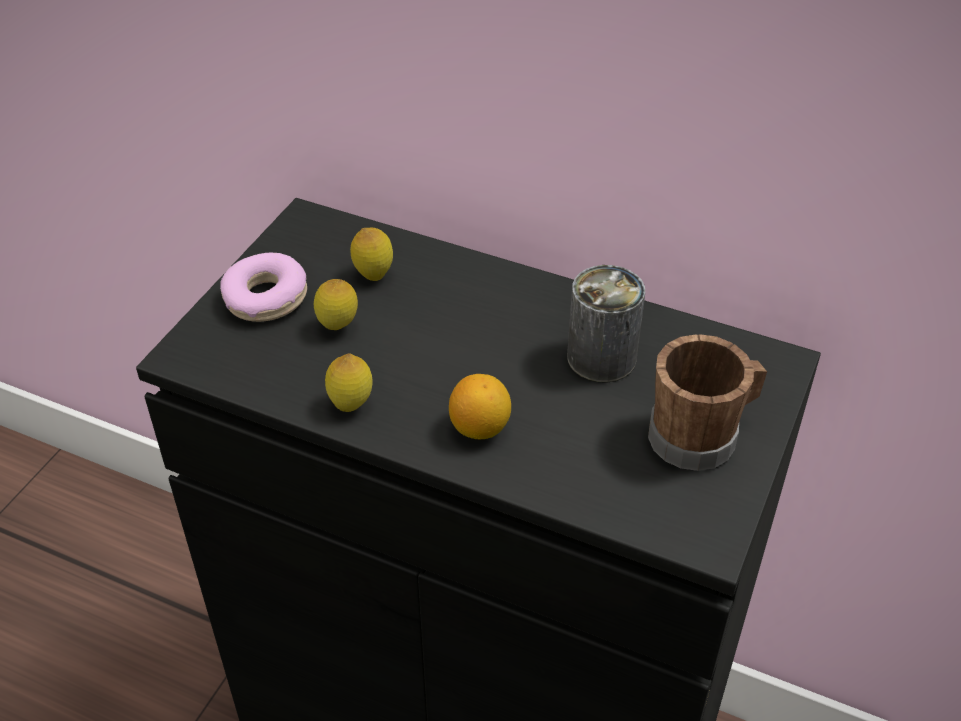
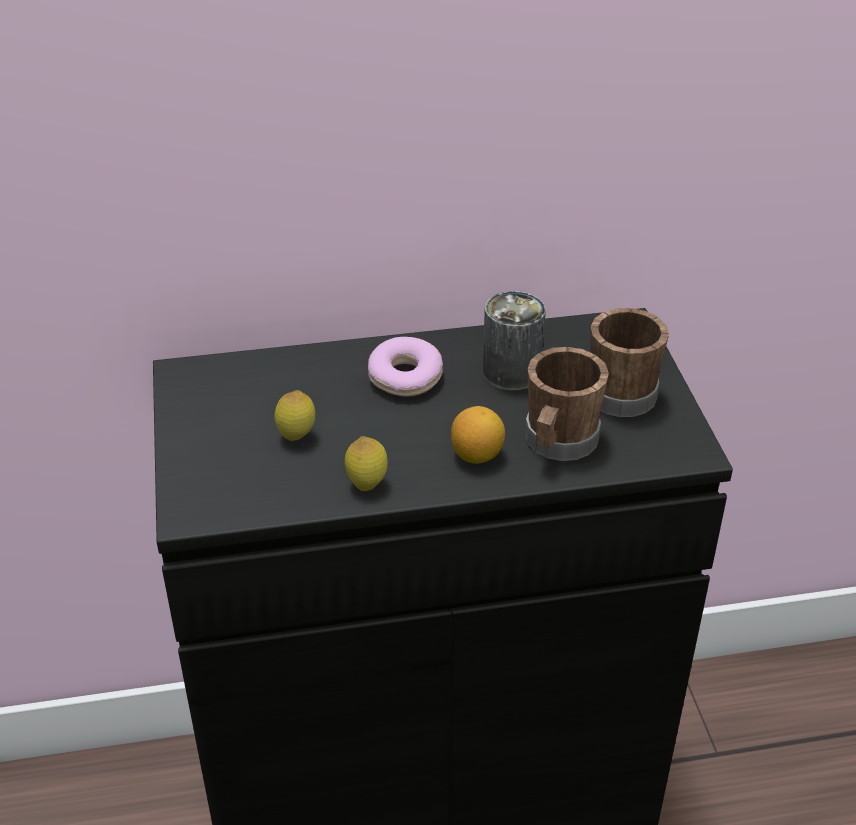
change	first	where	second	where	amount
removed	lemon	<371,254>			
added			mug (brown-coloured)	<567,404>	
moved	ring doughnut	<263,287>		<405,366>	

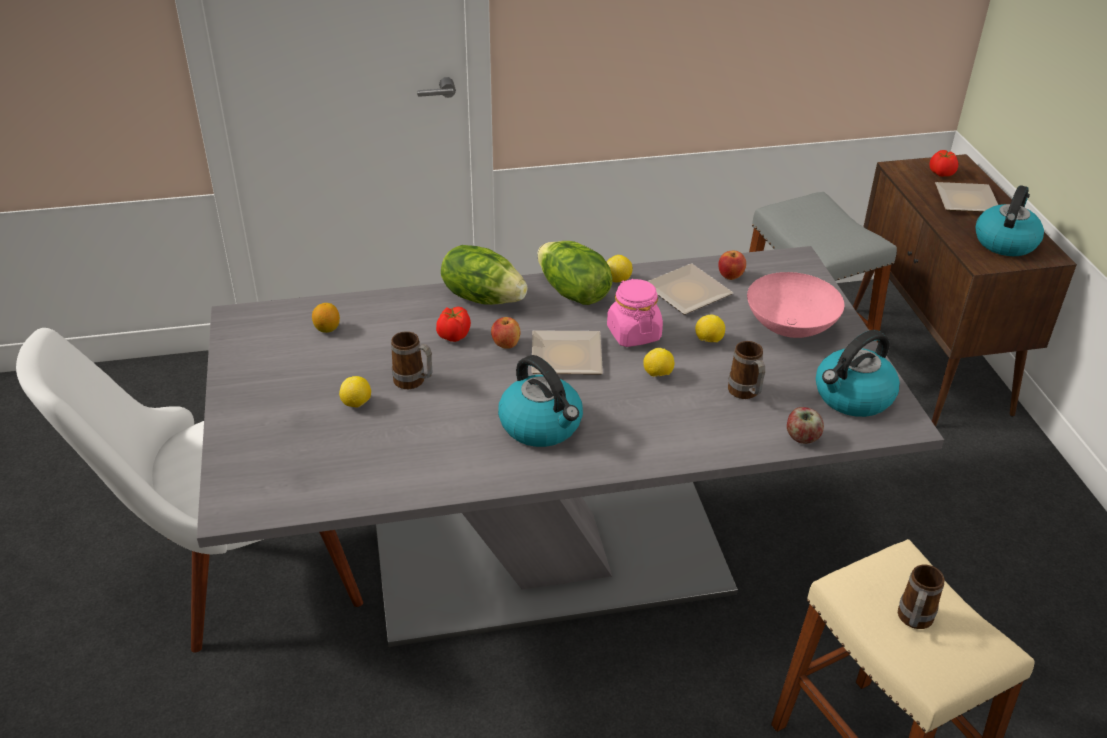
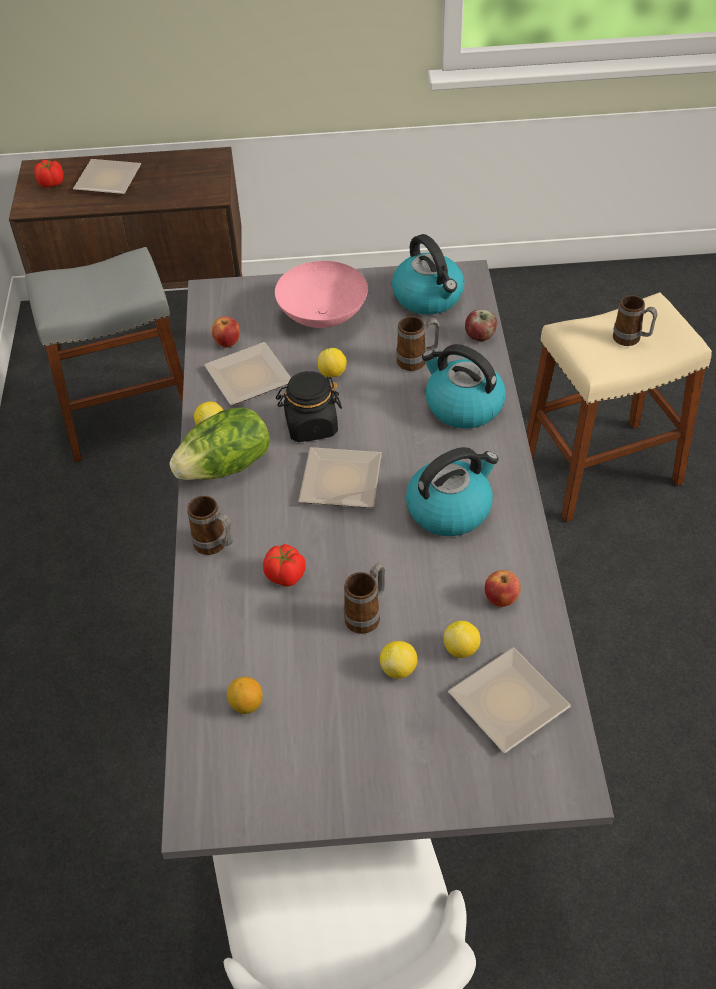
change	first	where	second	where	amount
added			dinner plate	<509,700>	
moved	apple fruit	<505,333>		<503,588>	
moved	lemon	<658,362>		<461,639>	
moved	water kettle	<1009,220>		<464,386>	
replaced	head of lettuce	<484,275>	mug	<210,525>	
recoloured	preserve jar (pink)	<635,313>	preserve jar (black)	<309,406>	

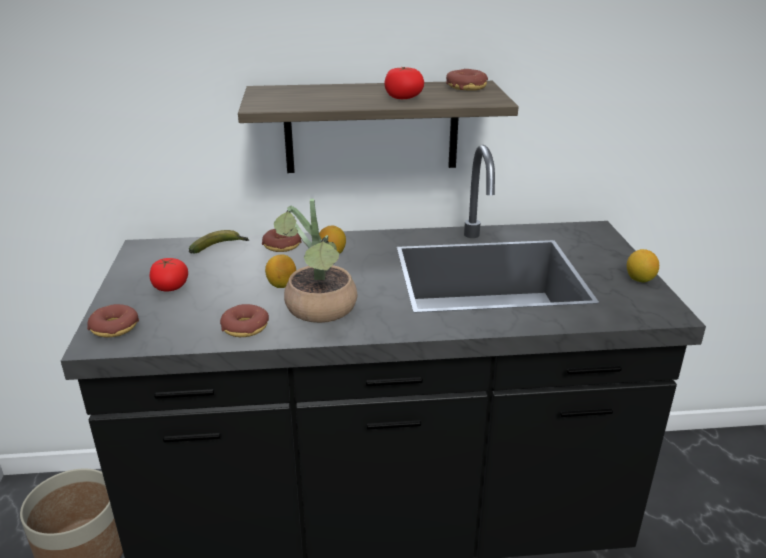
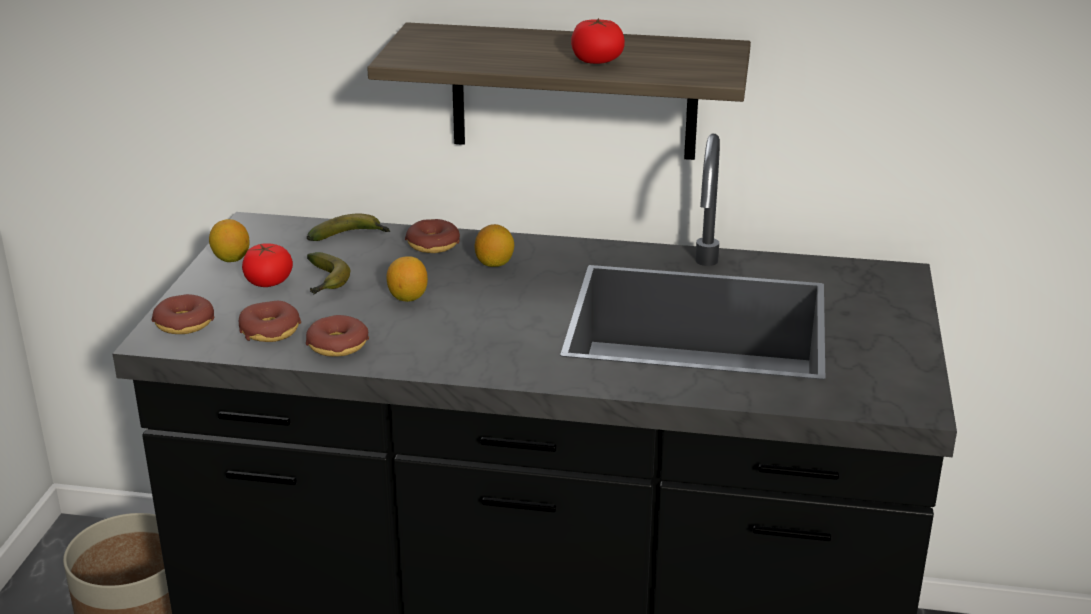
change	first	where	second	where	amount
removed	plant in a pot	<315,261>			
added			banana fruit	<328,273>	
moved	ring doughnut	<467,80>		<270,321>	
moved	lemon	<643,266>		<229,240>	

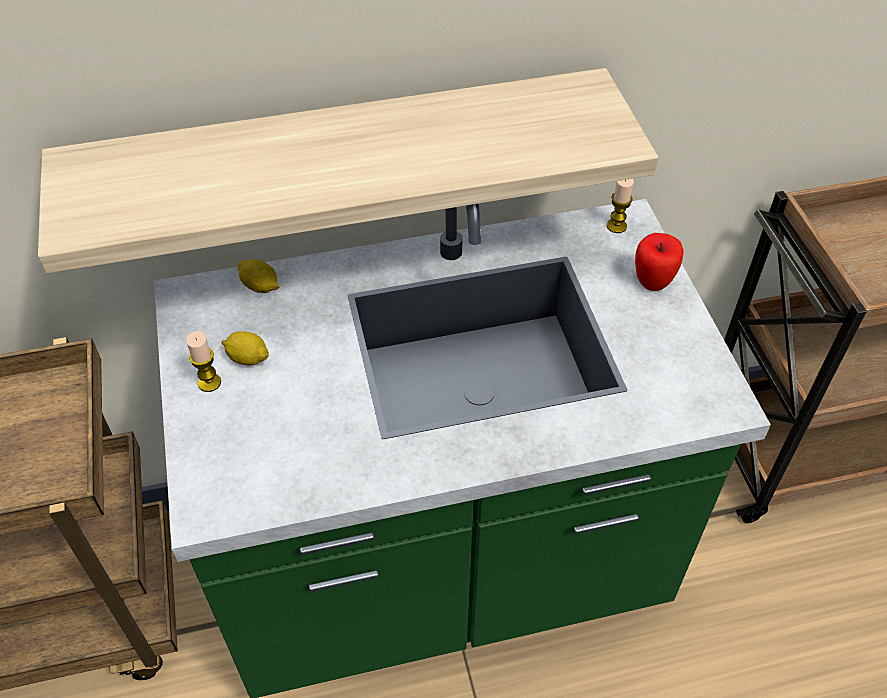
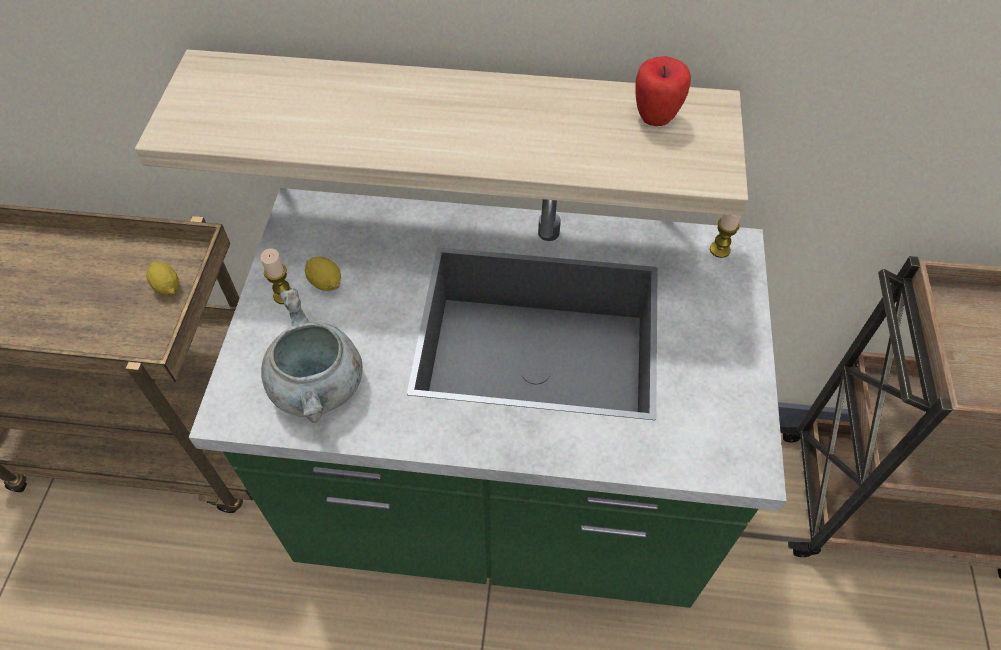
change	first	where	second	where	amount
added			stockpot (gray)	<312,356>	
moved	lemon	<258,276>		<162,278>	
moved	apple fruit	<659,262>		<663,91>	

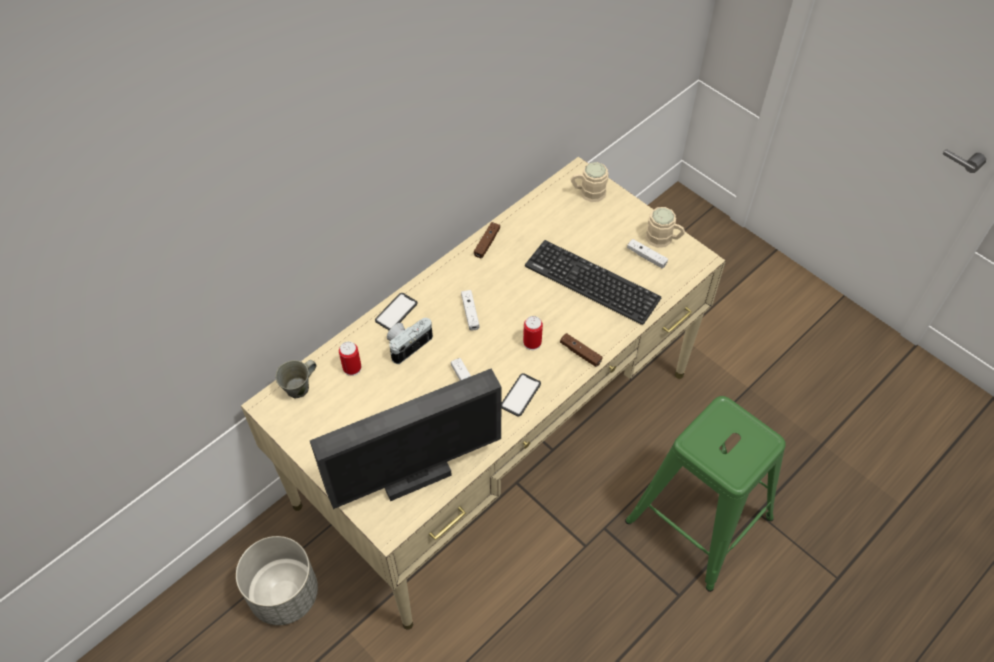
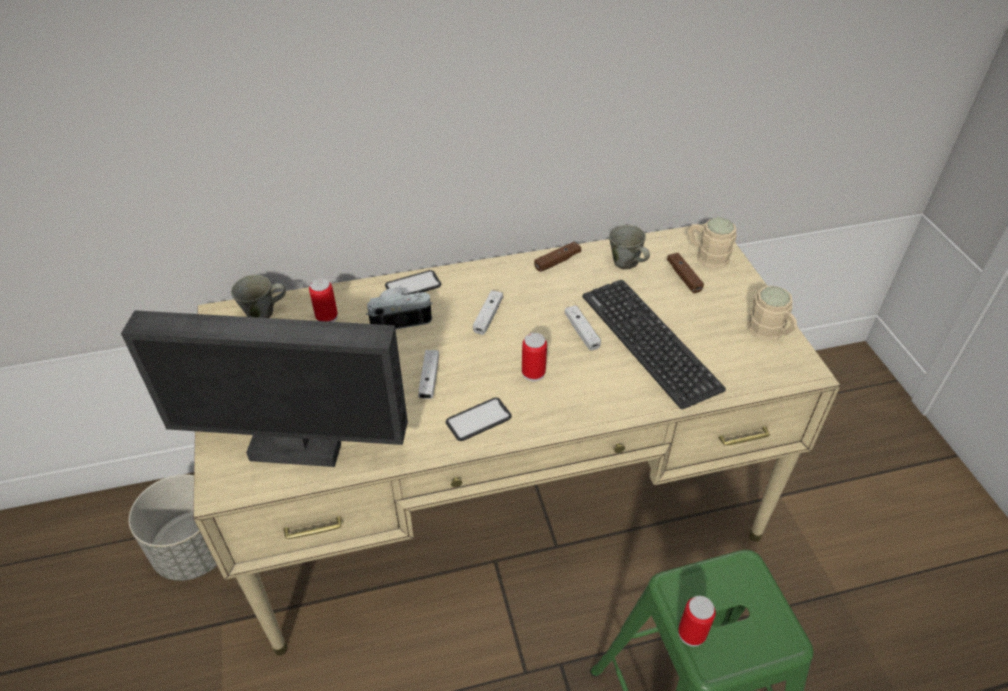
change	first	where	second	where	amount
added			mug (gray)	<629,247>	
added			sealed can	<697,621>	
moved	game controller (brown-coloured)	<581,350>		<685,273>	
moved	game controller (whitish)	<647,254>		<582,328>	

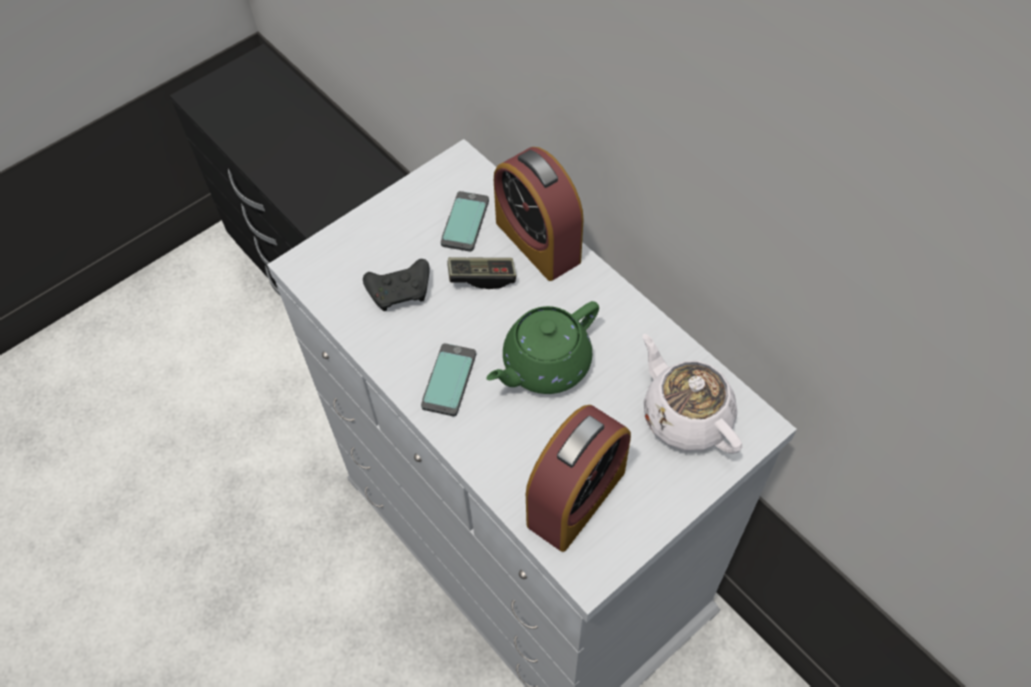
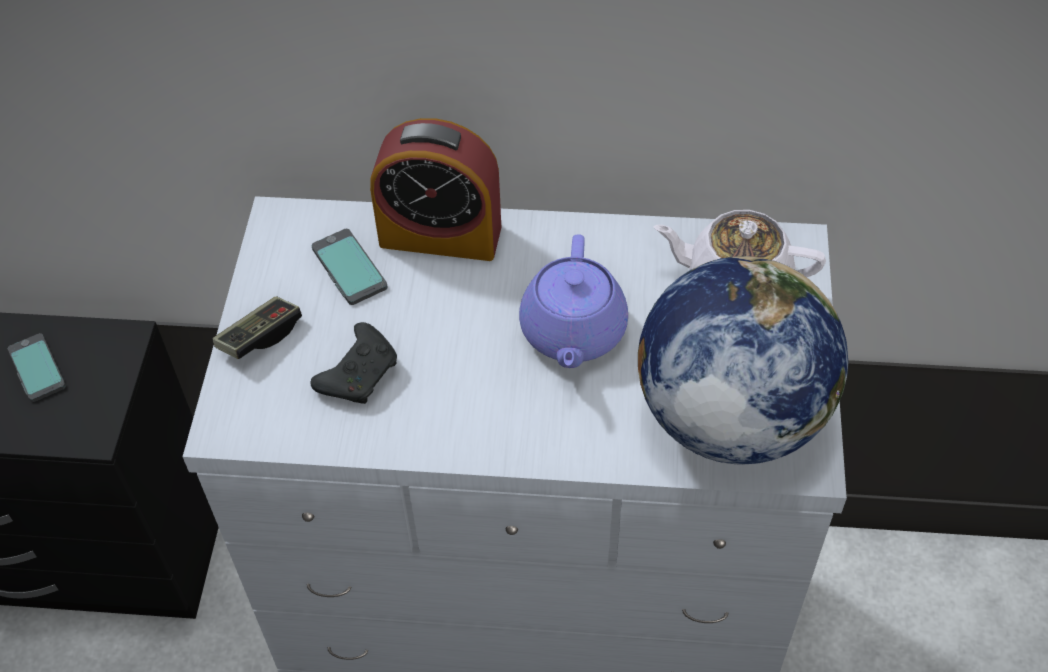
change	first	where	second	where	amount
moved	phone	<448,380>		<37,367>	
moved	game controller	<481,273>		<257,328>	
replaced	table clock	<578,478>	desk globe	<743,360>	
recoloured	pot for tea (green)	<542,347>	pot for tea (purple-coloured)	<573,301>	

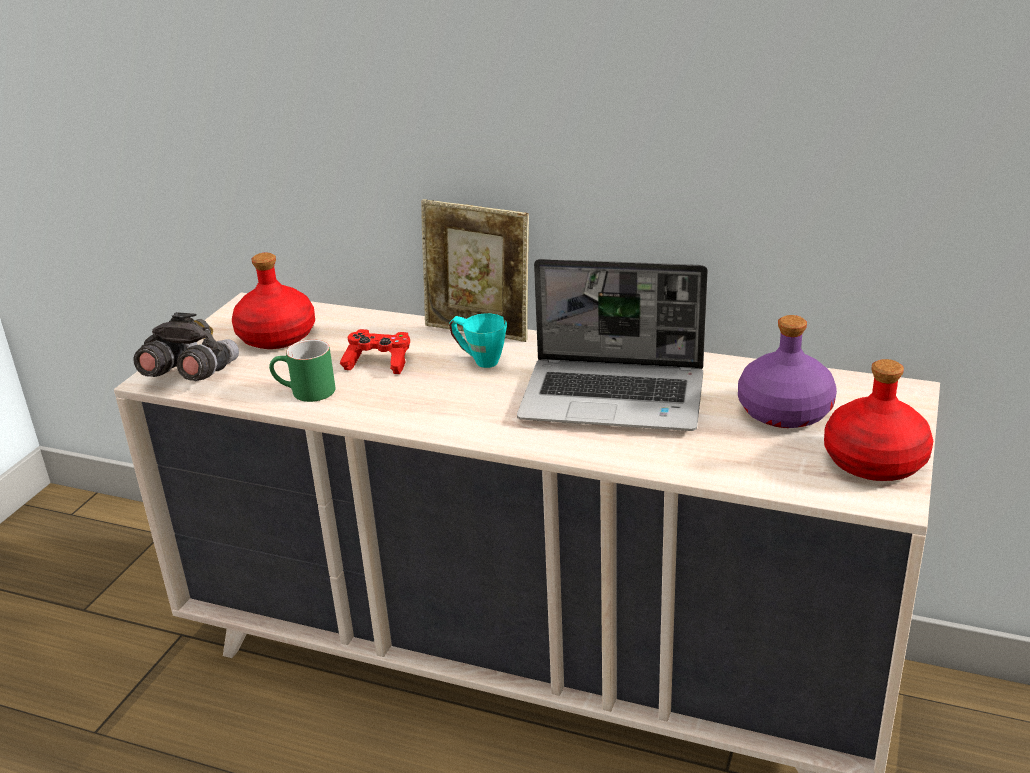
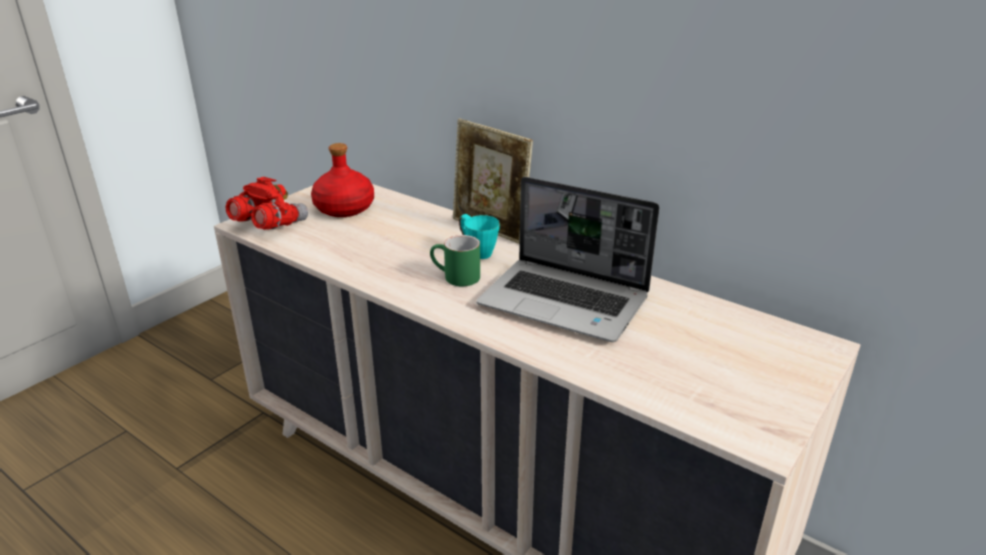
change	first	where	second	where	amount
removed	game controller (reddish)	<375,351>			
removed	beverage bottle (purple-coloured)	<787,371>			
removed	beverage bottle (reddish)	<878,420>			
moved	mug (green)	<302,370>		<455,260>	
recoloured	binoculars (gray)	<186,346>	binoculars (reddish)	<267,203>	

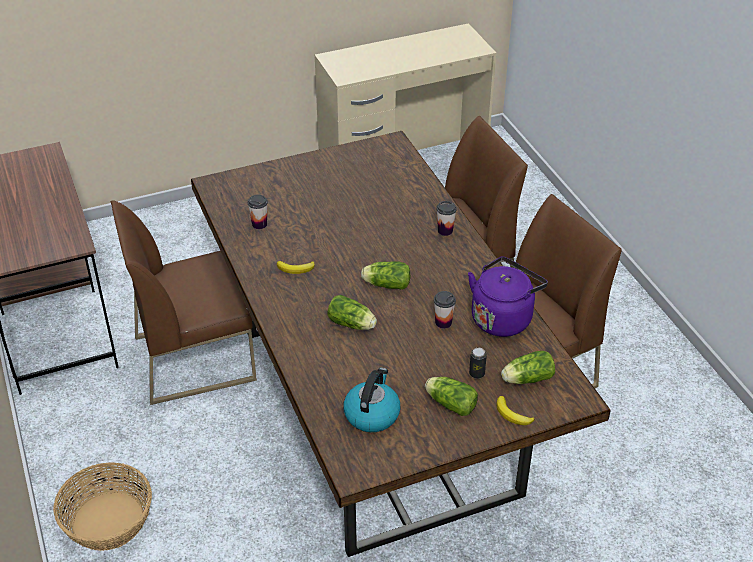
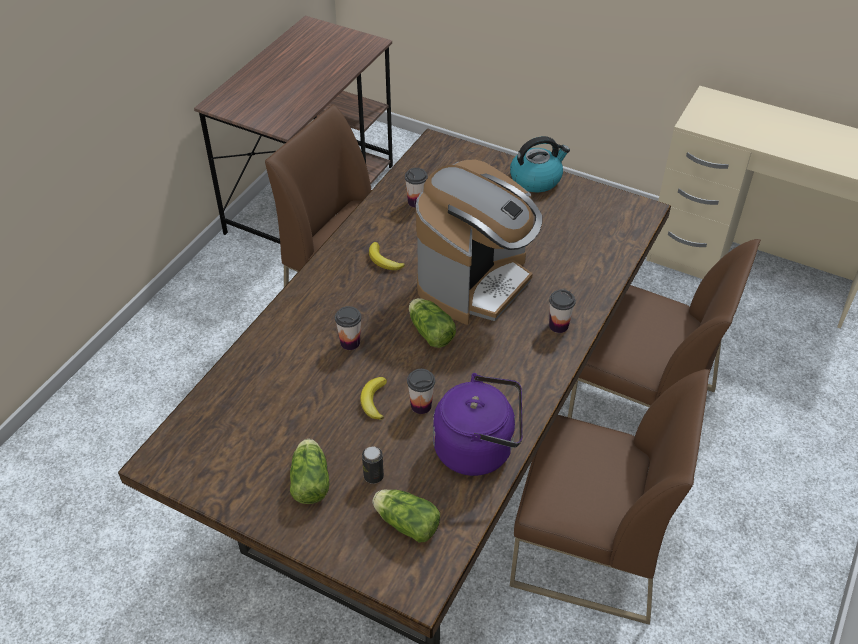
change	first	where	second	where	amount
removed	household basket	<102,506>			
added			coffee machine	<479,242>	
moved	water kettle	<372,399>		<540,164>	
moved	banana fruit	<515,410>		<373,398>	
replaced	head of lettuce	<352,312>	small cup	<348,328>	

